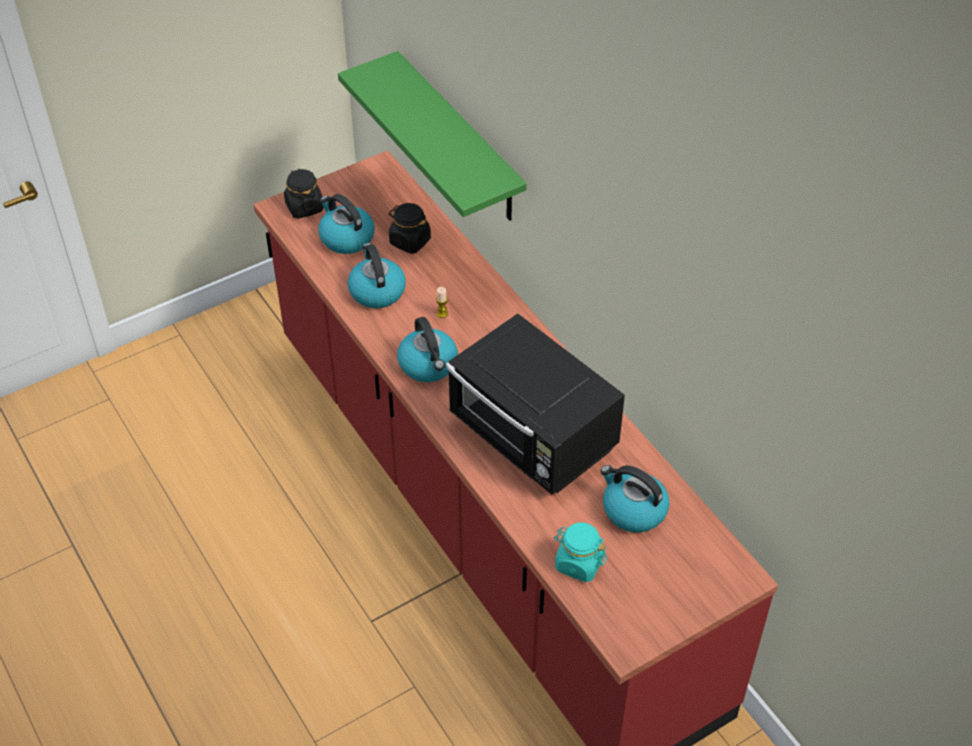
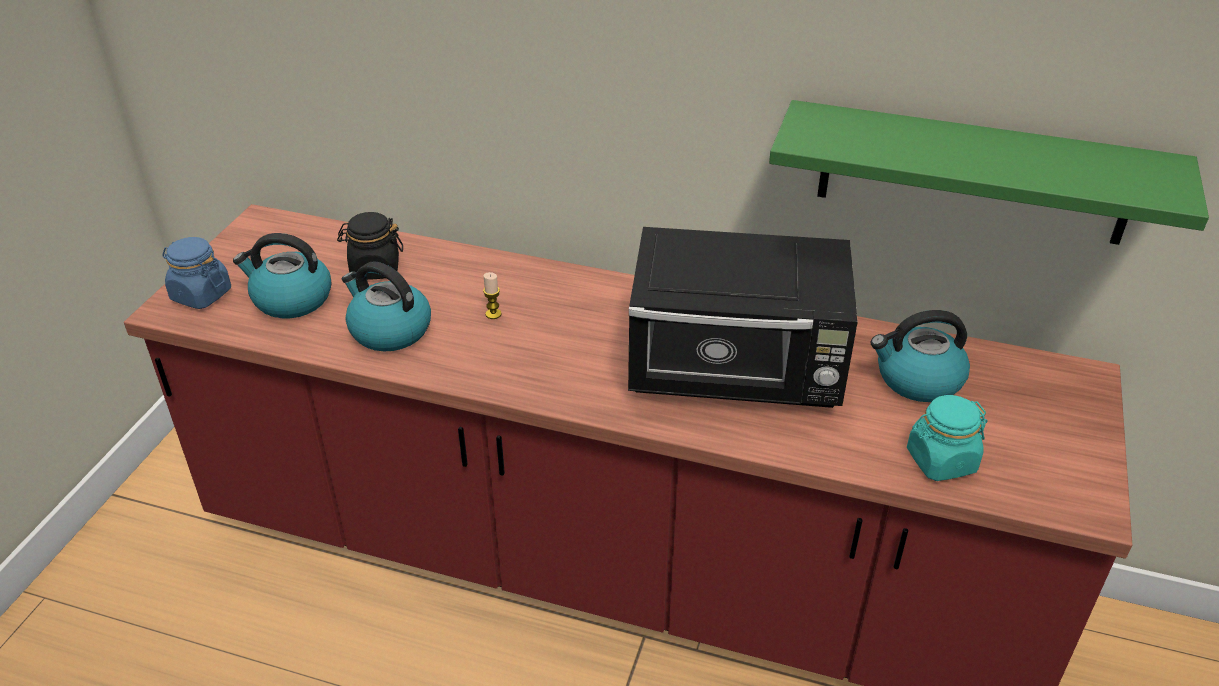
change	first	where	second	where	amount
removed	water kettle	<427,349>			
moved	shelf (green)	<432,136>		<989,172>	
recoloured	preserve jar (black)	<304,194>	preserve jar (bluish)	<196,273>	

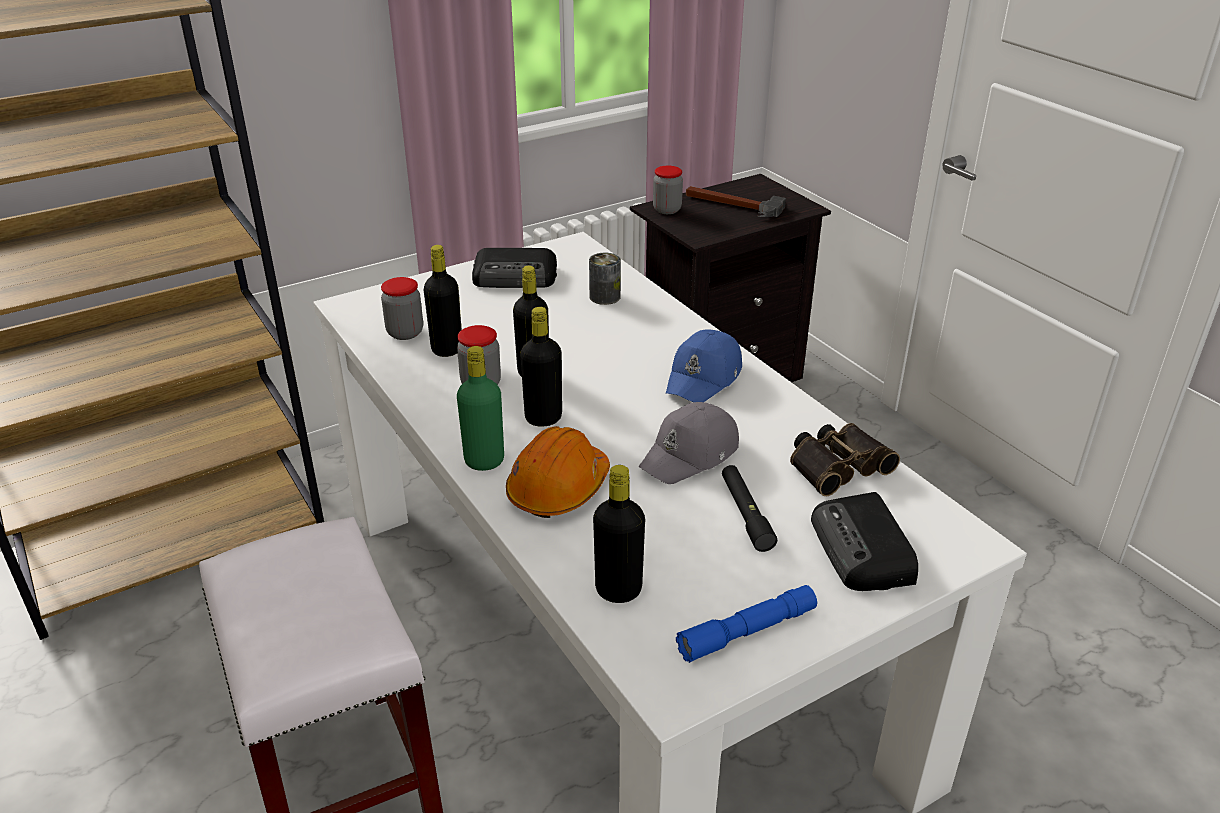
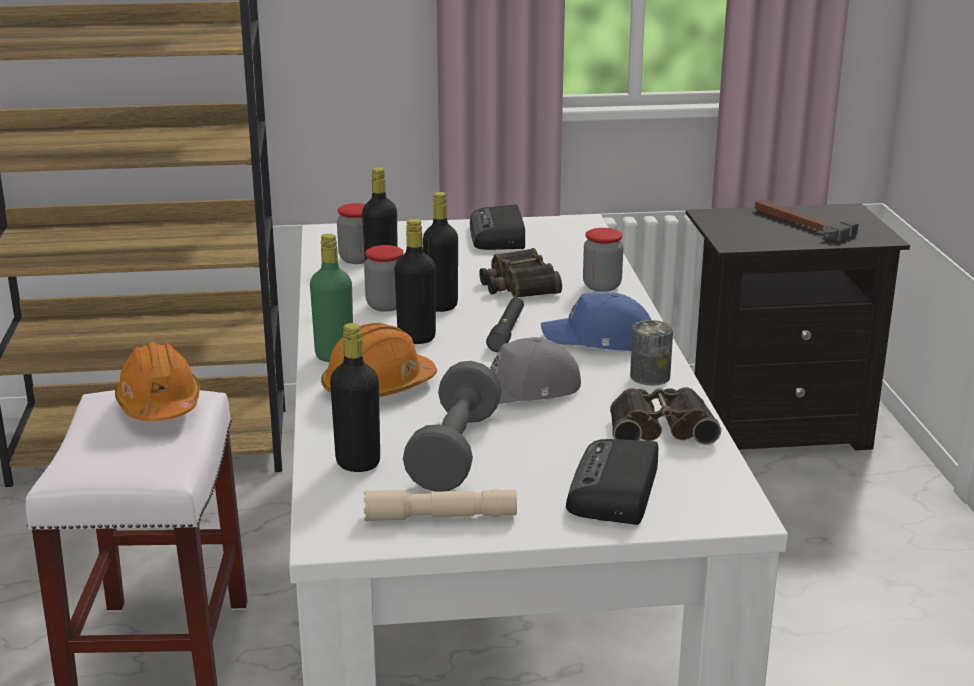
change	first	where	second	where	amount
added			hard hat (orange)	<157,381>	
added			dumbbell (gray)	<452,426>	
added			binoculars	<520,273>	
moved	sealed can	<605,279>		<651,352>	
moved	preserve jar	<668,190>		<603,260>	
moved	flashlight (black)	<749,508>		<505,324>	
recoloured	flashlight (bluish)	<746,624>	flashlight (beige)	<440,505>	
turned	radio receiver	<514,268>		<497,227>	60 degrees clockwise
turned	peaked cap (bluish)	<704,365>		<596,321>	45 degrees clockwise

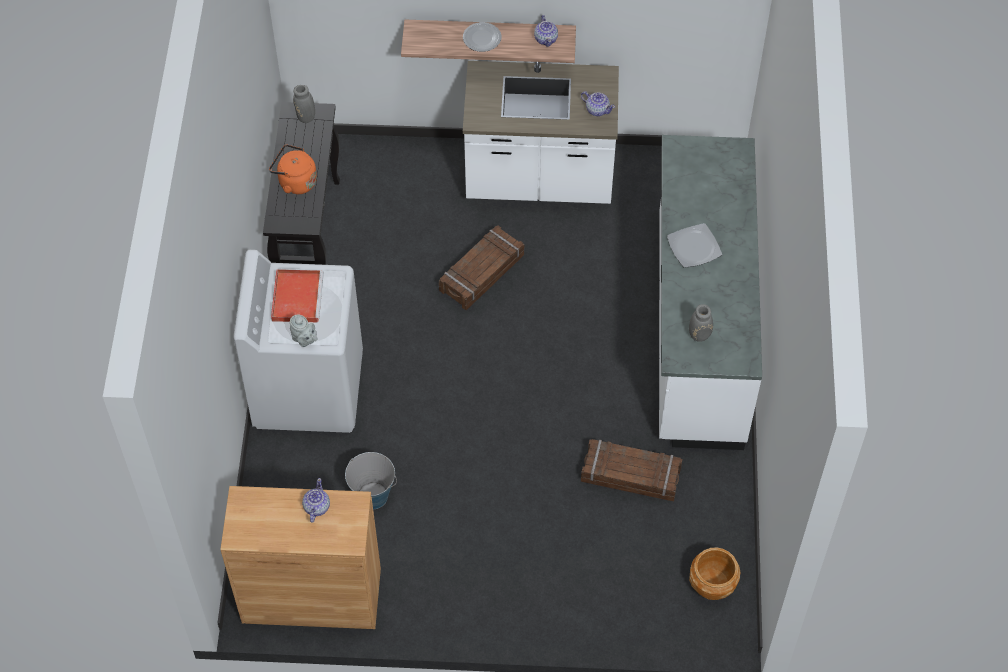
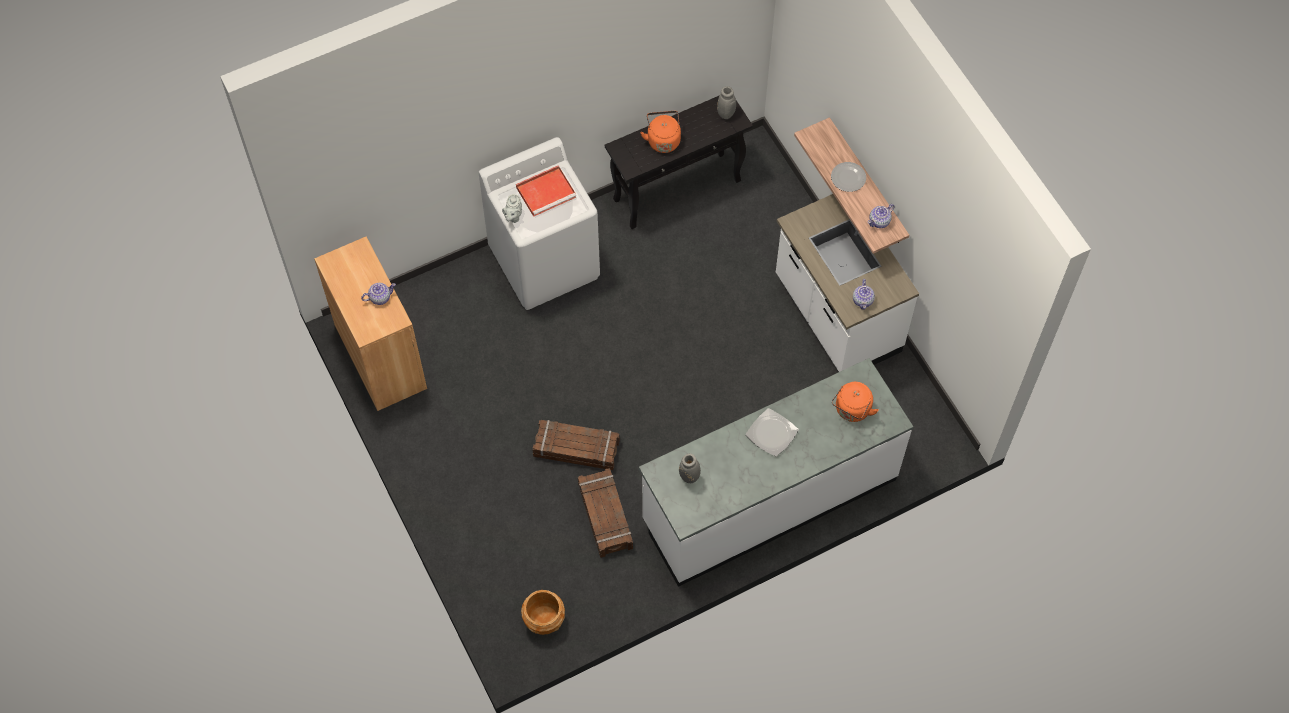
change	first	where	second	where	amount
removed	pail	<371,480>			
added			water kettle (orange)	<855,402>	
moved	packing crate	<481,268>		<576,445>	

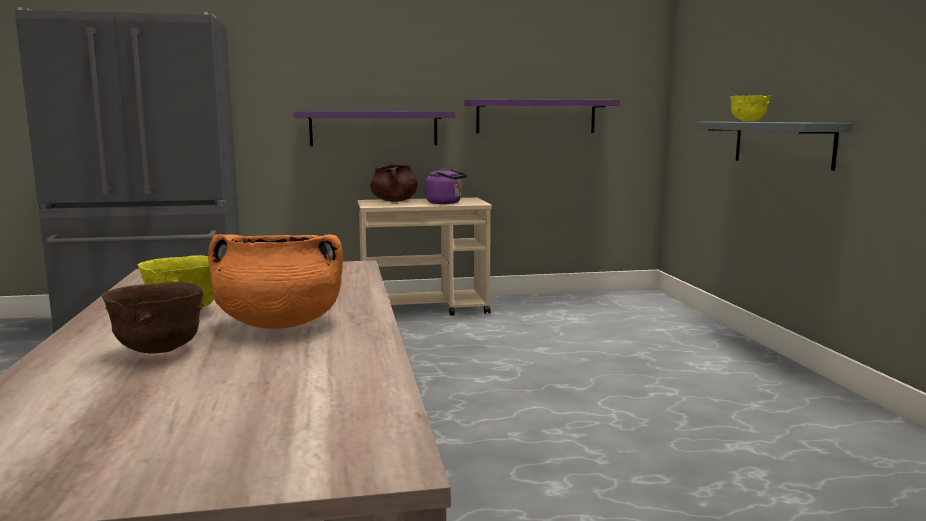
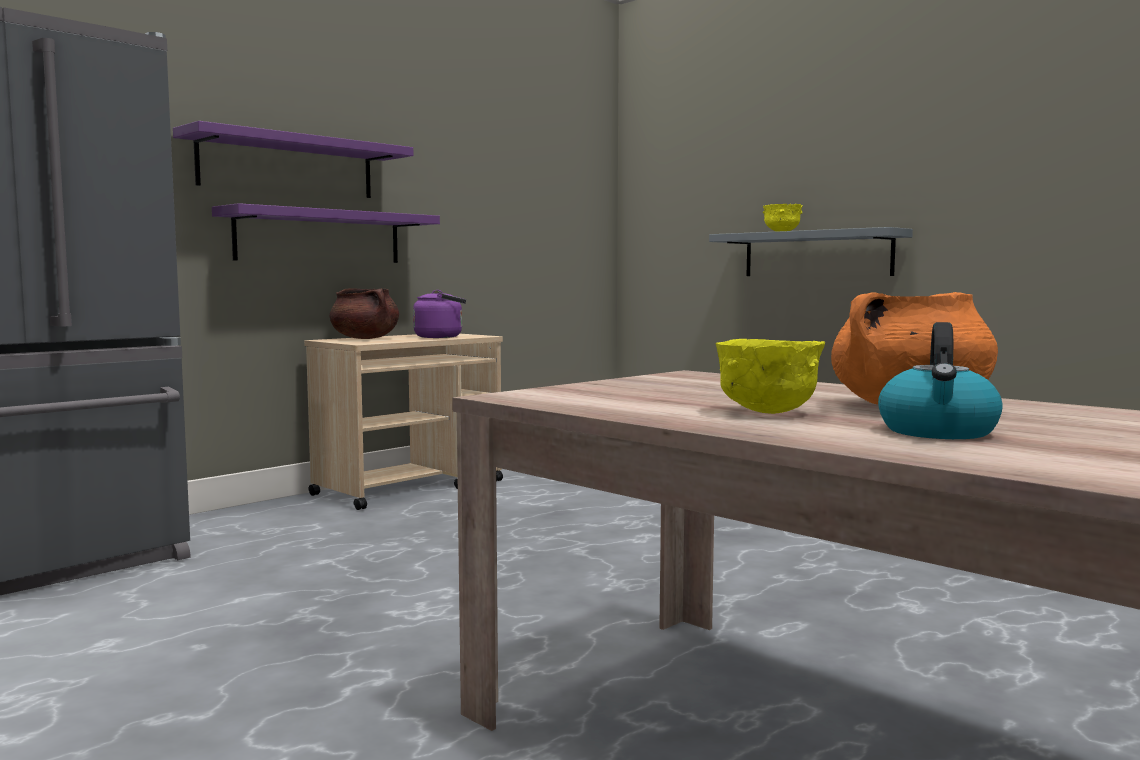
change	first	where	second	where	amount
moved	shelf (purple-coloured)	<542,116>		<293,159>	
replaced	deep dish (brown-coloured)	<153,317>	water kettle	<940,380>	

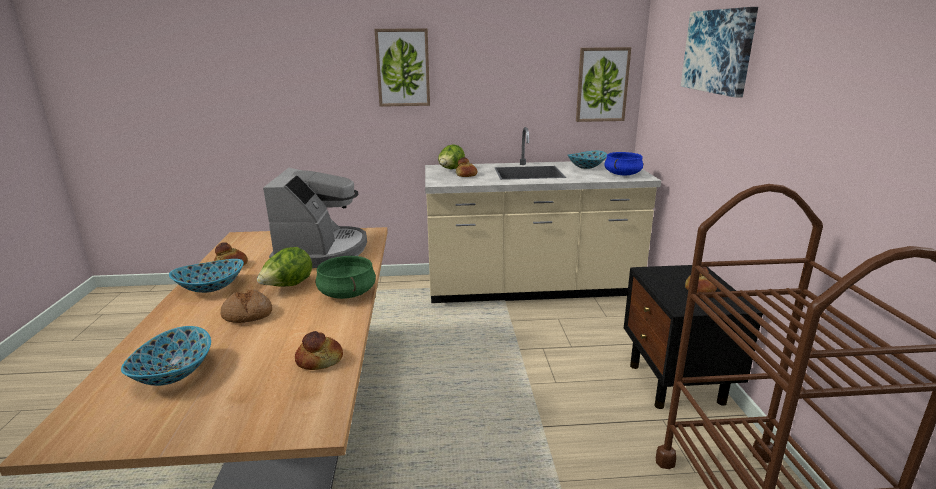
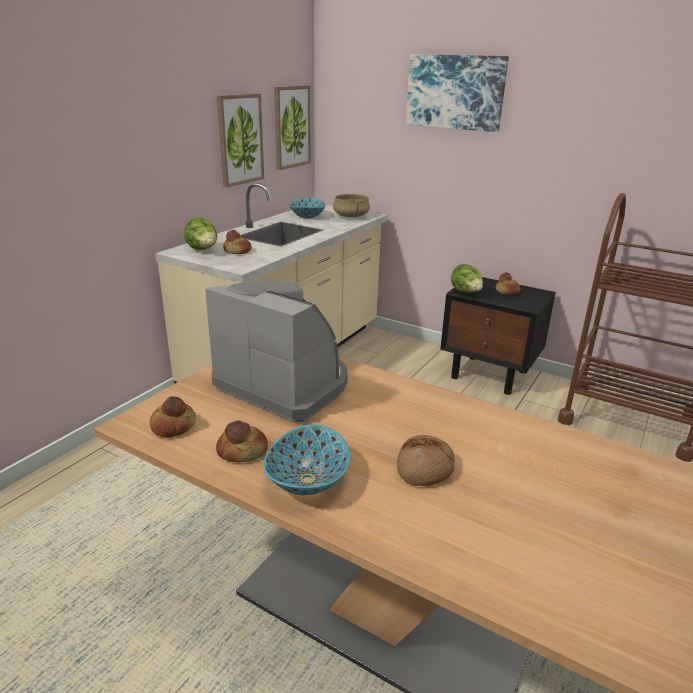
change	first	where	second	where	amount
removed	deep dish	<166,356>			
removed	stockpot (green)	<346,277>			
moved	head of lettuce	<284,267>		<467,278>	
moved	bakery bread	<319,350>		<173,417>	
moved	picture	<402,67>		<240,140>	
recoloured	stockpot (bluish)	<623,163>	stockpot (beige)	<351,205>	

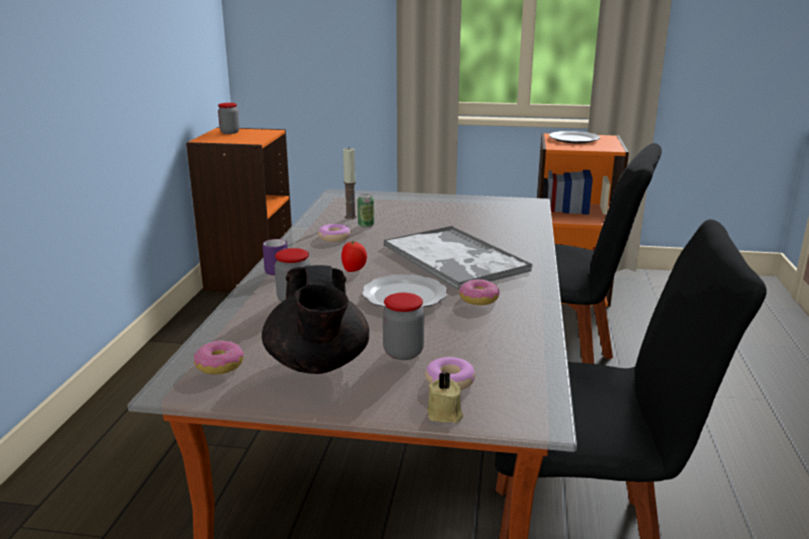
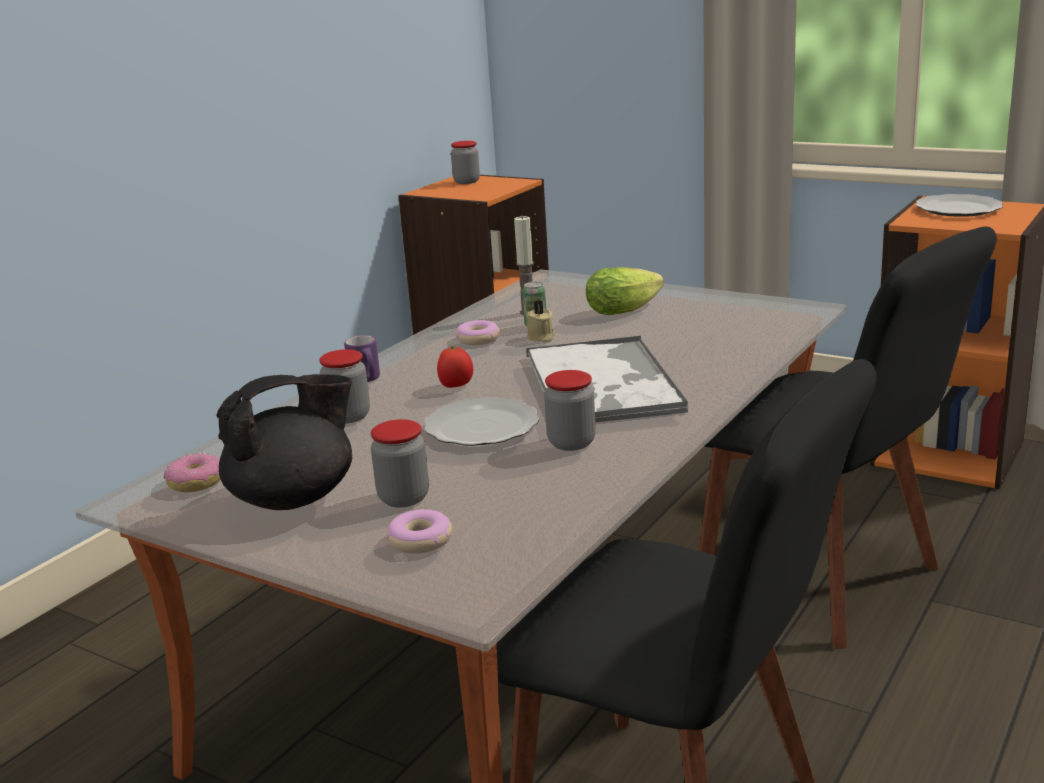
change	first	where	second	where	amount
added			head of lettuce	<625,291>	
moved	wax light (beige)	<445,397>		<540,321>	
replaced	ring doughnut	<479,292>	preserve jar	<570,410>	
turned	pot for tea (black)	<315,319>		<284,442>	135 degrees counterclockwise

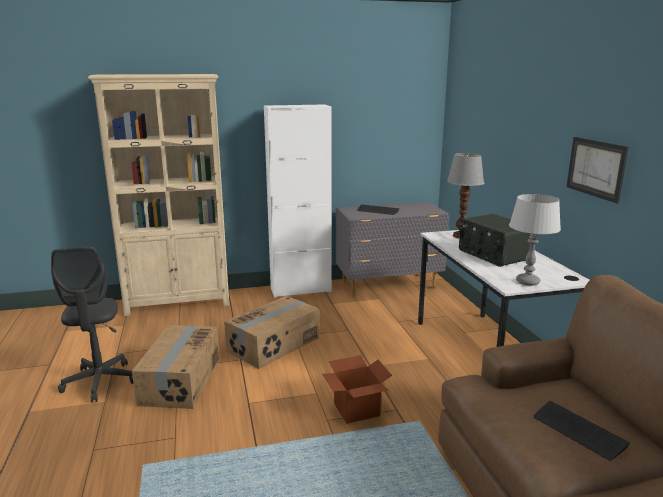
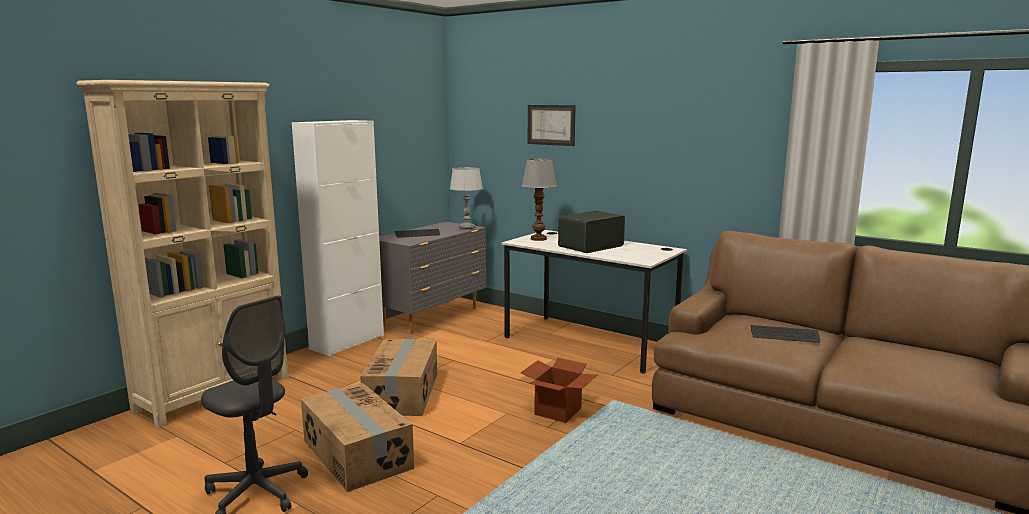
change	first	where	second	where	amount
moved	lamp for a table (gray)	<535,240>		<466,198>	
moved	picture	<598,170>		<552,125>	
turned	radio receiver	<495,240>		<591,232>	120 degrees clockwise

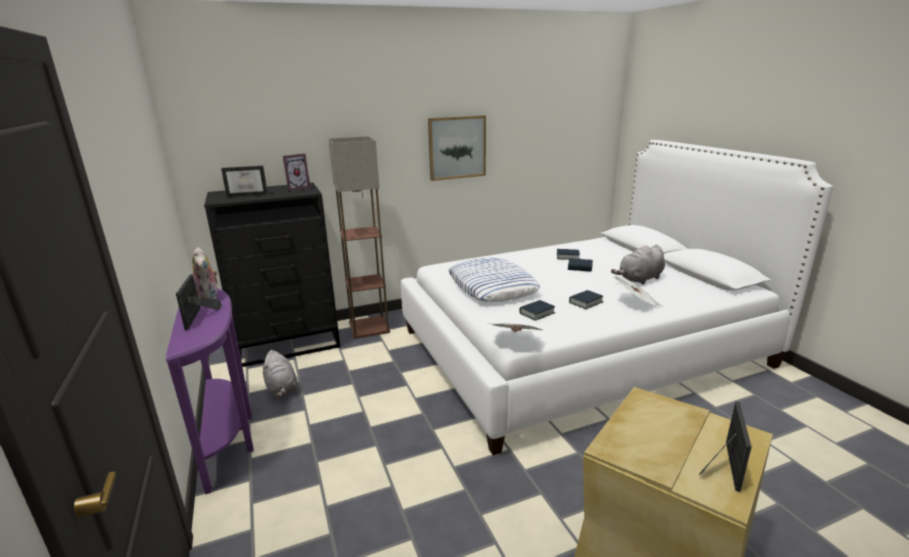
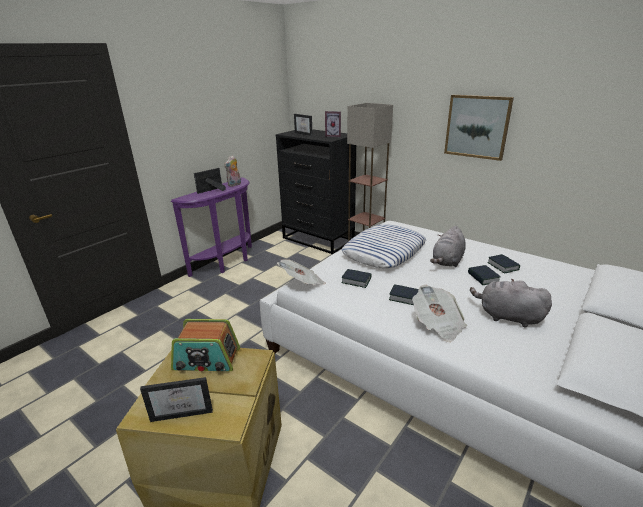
change	first	where	second	where	amount
added			radio receiver	<205,345>	
moved	cuddly toy (gray)	<279,374>		<448,246>	

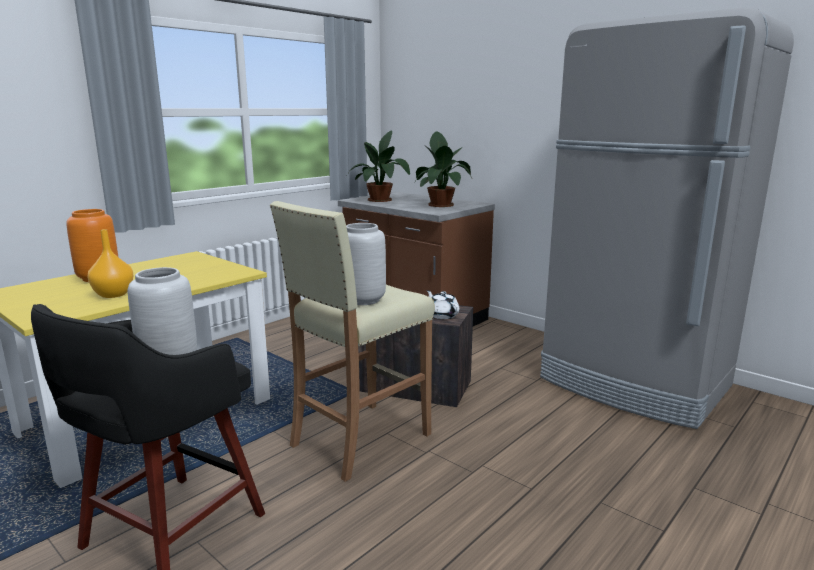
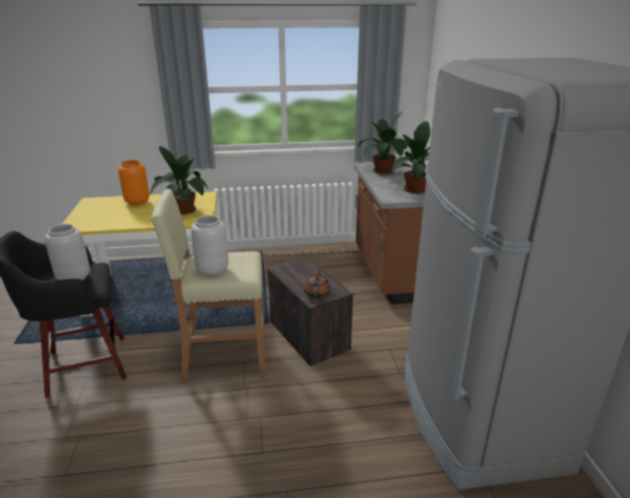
change	first	where	second	where	amount
removed	decorative vase (orange)	<110,263>			
added			plant in a pot	<179,180>	
recoloured	pot for tea (whitish)	<443,304>	pot for tea (brown-coloured)	<317,284>	

